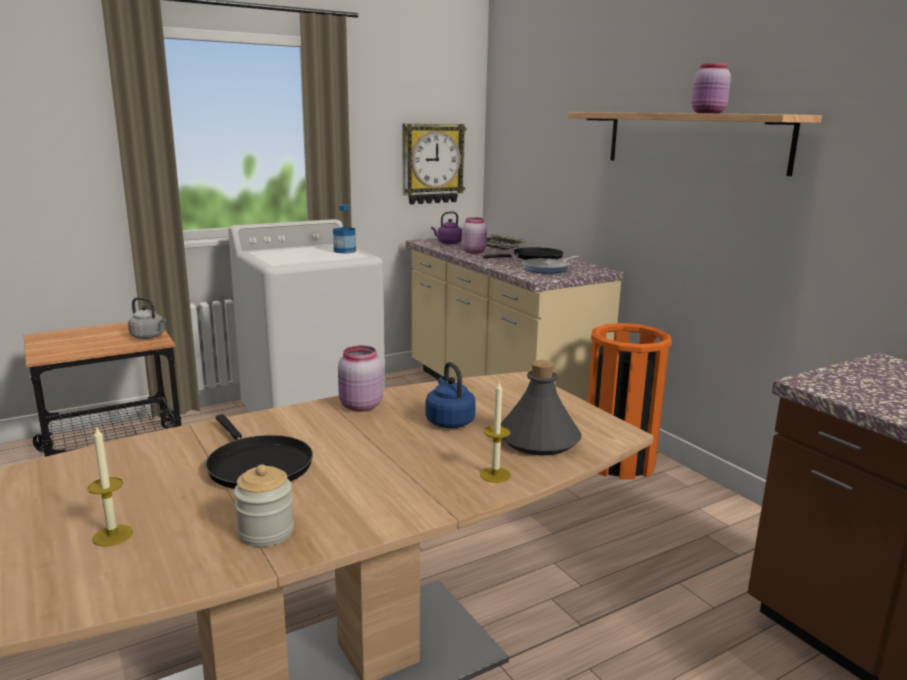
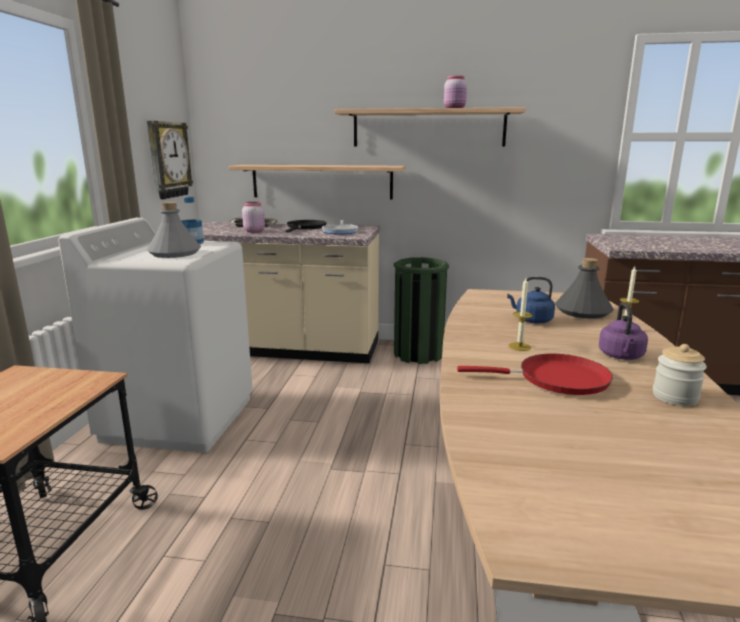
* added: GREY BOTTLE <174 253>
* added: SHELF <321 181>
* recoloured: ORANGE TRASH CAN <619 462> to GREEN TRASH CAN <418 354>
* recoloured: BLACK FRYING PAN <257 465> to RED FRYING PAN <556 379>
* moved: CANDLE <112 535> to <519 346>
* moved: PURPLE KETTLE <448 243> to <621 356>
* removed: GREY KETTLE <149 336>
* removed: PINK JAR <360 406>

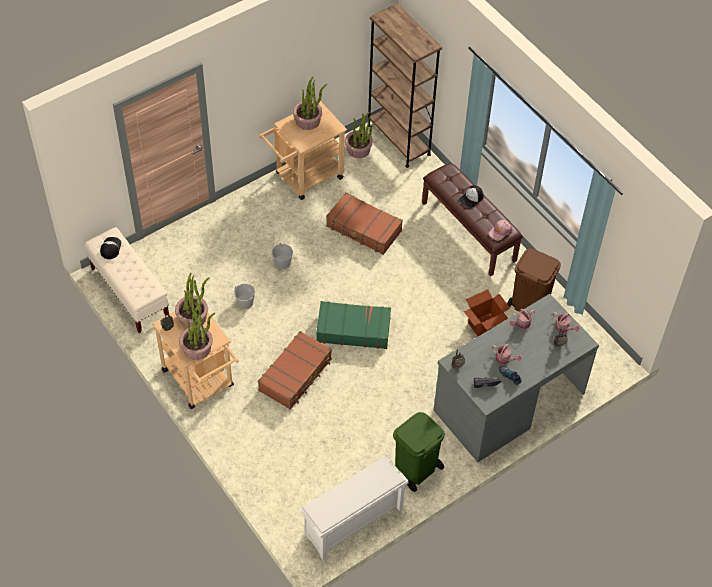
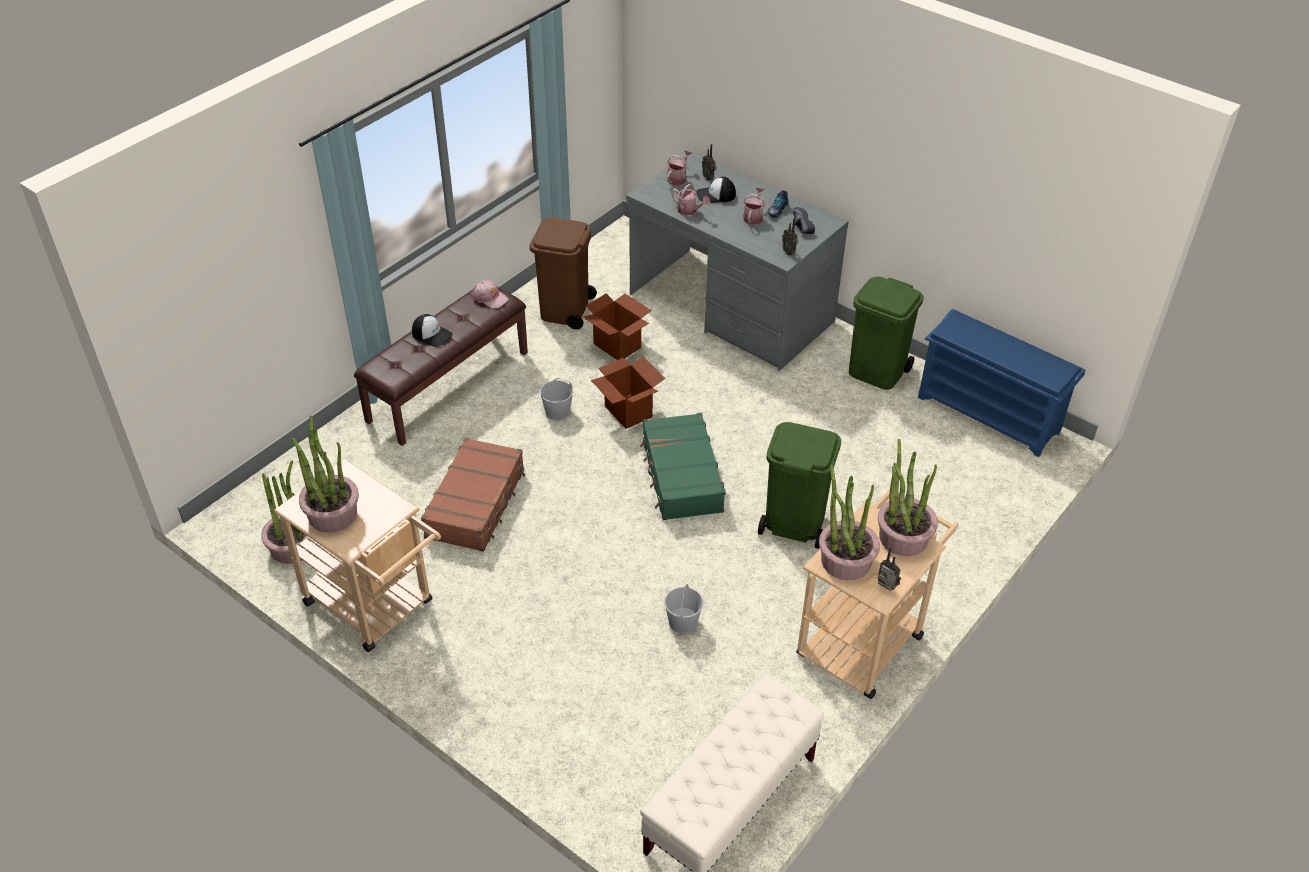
* moved: WHITE BUCKET <282 263> to <558 411>
* added: CARDBOARD BOX <628 411>
* moved: CAP <110 248> to <715 195>
* replaced: BROWN SUITCASE <296 375> to GREEN TRASH CAN <793 523>
* recoloured: WHITE SHOE RACK <353 522> to BLUE SHOE RACK <990 414>
* removed: BROWN BOOKCASE <398 140>

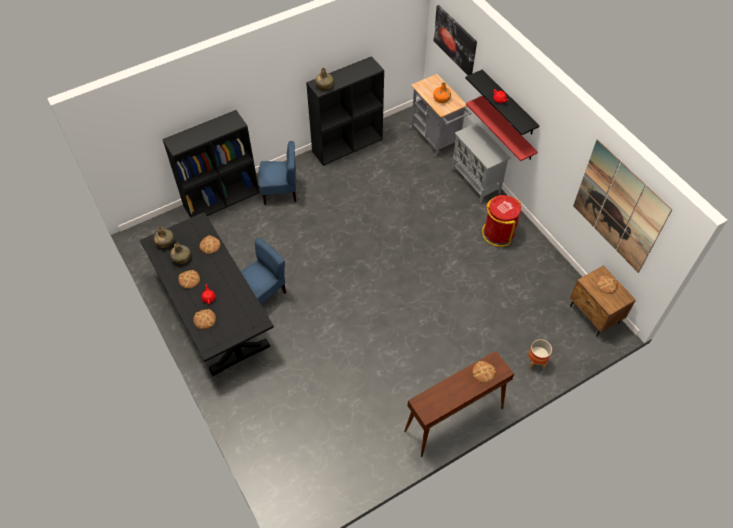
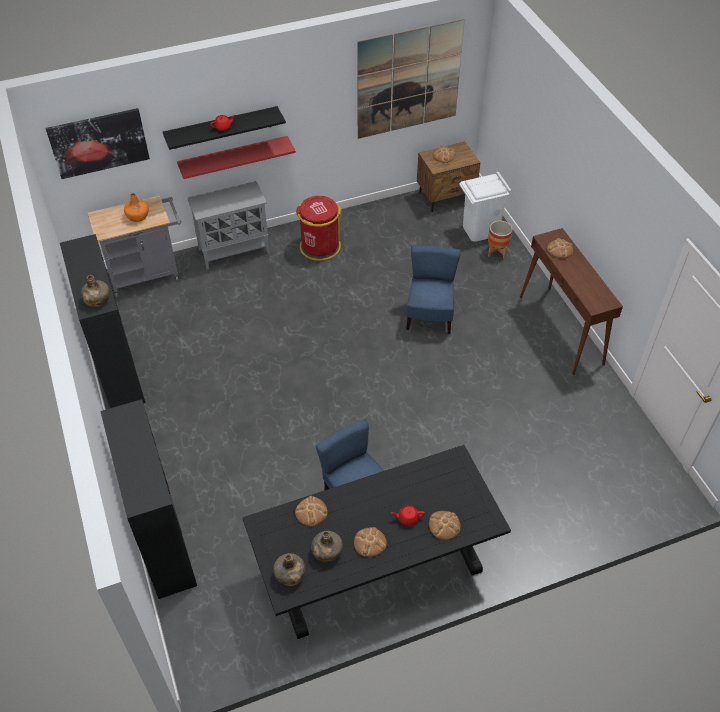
* moved: BLUE CHAIR <280 191> to <429 316>
* added: WHITE TRASH CAN <480 230>

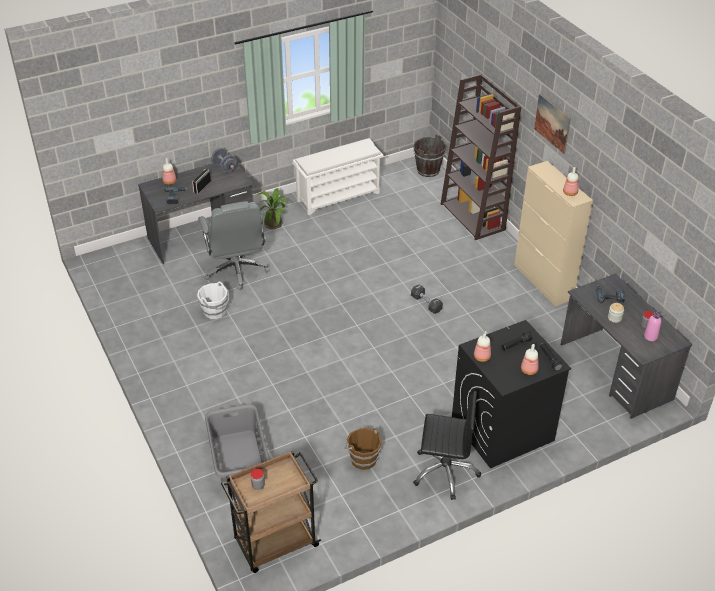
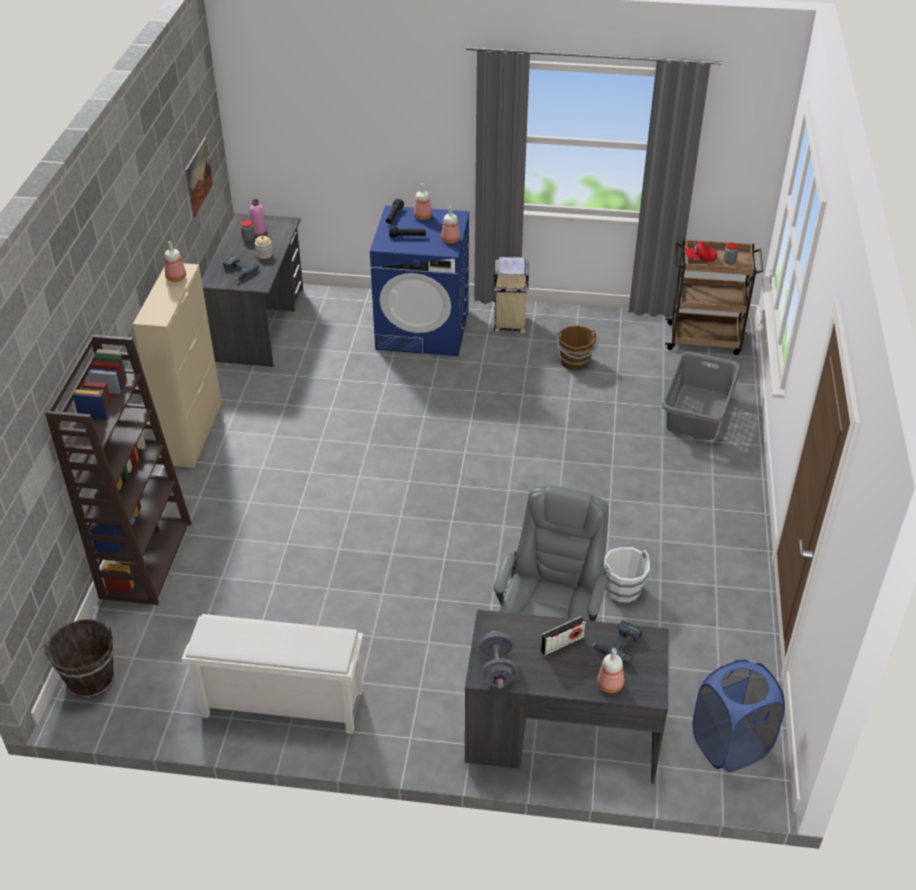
* moved: PICTURE <552 123> to <198 177>
* recoloured: BLACK WASHING MACHINE <502 430> to BLUE WASHING MACHINE <423 329>
* replaced: BLACK OFFICE CHAIR <445 471> to BEIGE TRASH CAN <509 324>
* added: RED CAP <699 258>
* added: BLUE LAUNDRY BASKET <730 745>
* removed: POTTED PLANT <274 223>
* removed: BLACK DUMBBELL <426 304>

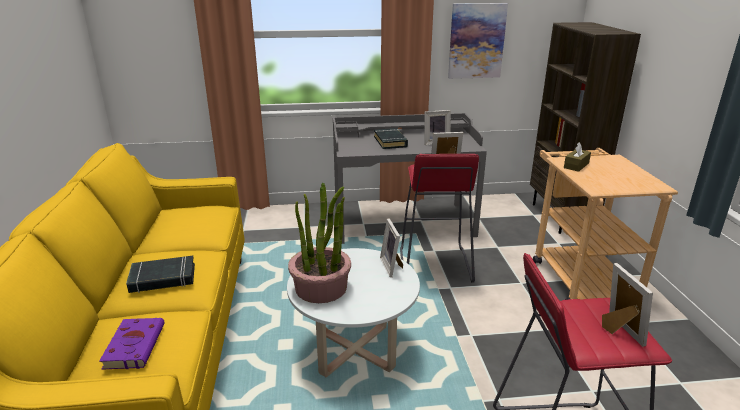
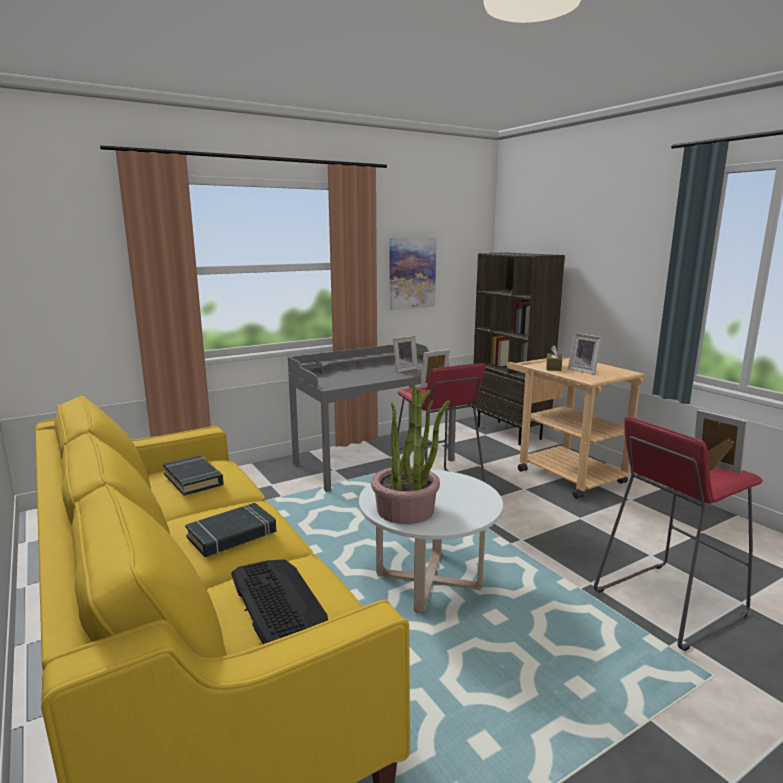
* moved: BLACK BOOK <390 141> to <193 479>
* replaced: PURPLE BOOK <135 345> to KEYBOARD <277 601>
* moved: PICTURE FRAME <392 266> to <584 371>

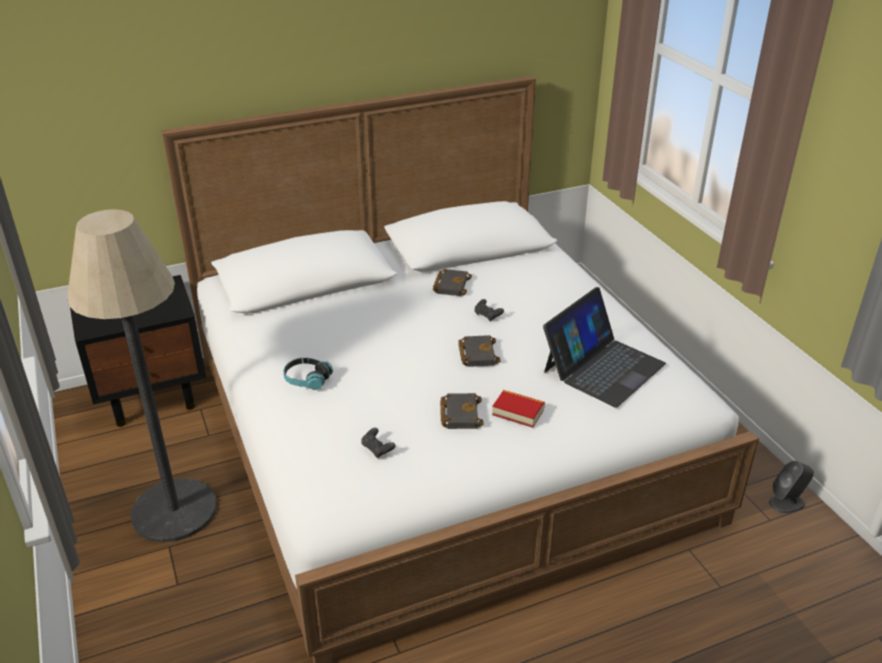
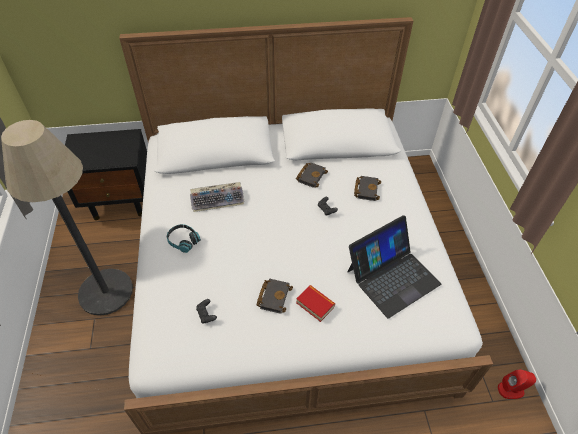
* added: KEYBOARD <218 199>
* moved: BLACK BOOK <476 354> to <366 189>
* recoloured: GREY SPEAKER <787 503> to RED SPEAKER <511 389>

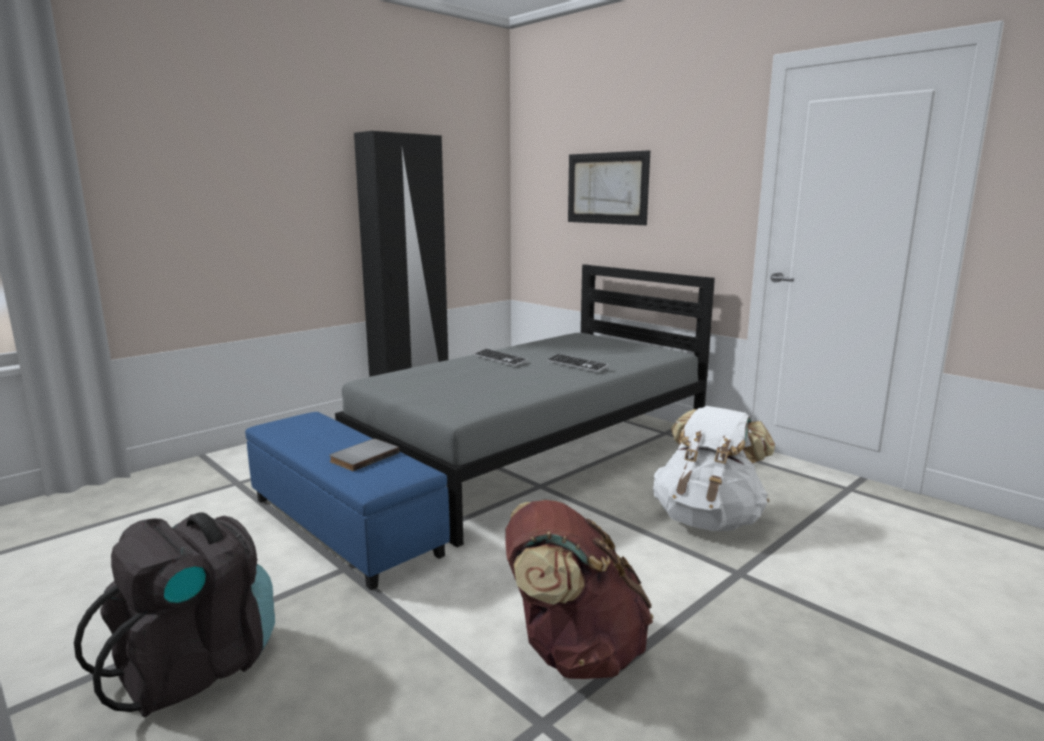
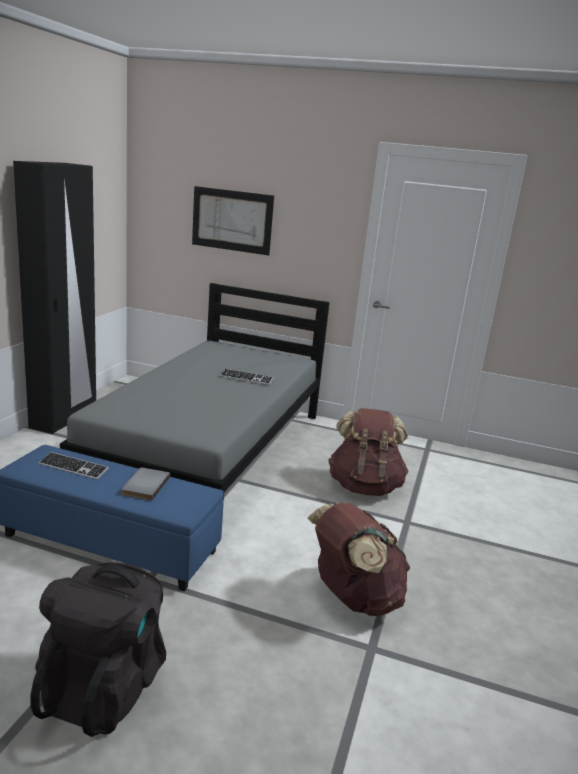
* moved: KEYBOARD <500 359> to <73 467>
* recoloured: WHITE BACKPACK <708 519> to BROWN BACKPACK <364 486>

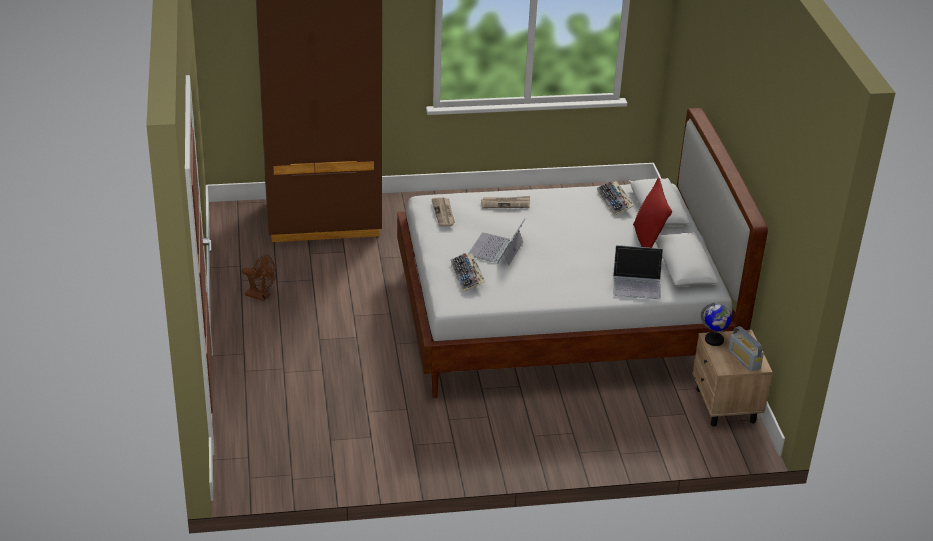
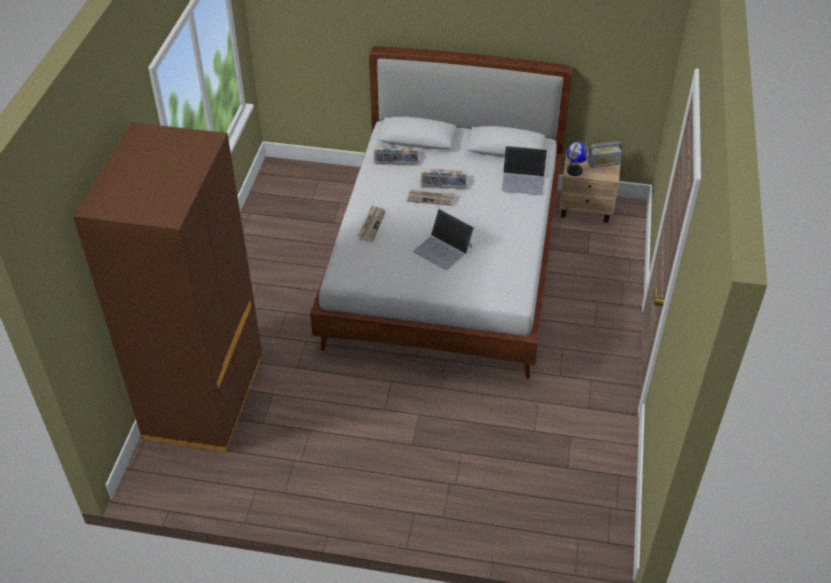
* moved: NEWSPAPER <444 213> to <431 198>
* moved: KEYBOARD <467 276> to <444 182>
* turned: LAPTOP <637 283> = <523 180> 75 degrees clockwise
* removed: BROWN FAN <261 296>
* removed: RED PILLOW <647 241>

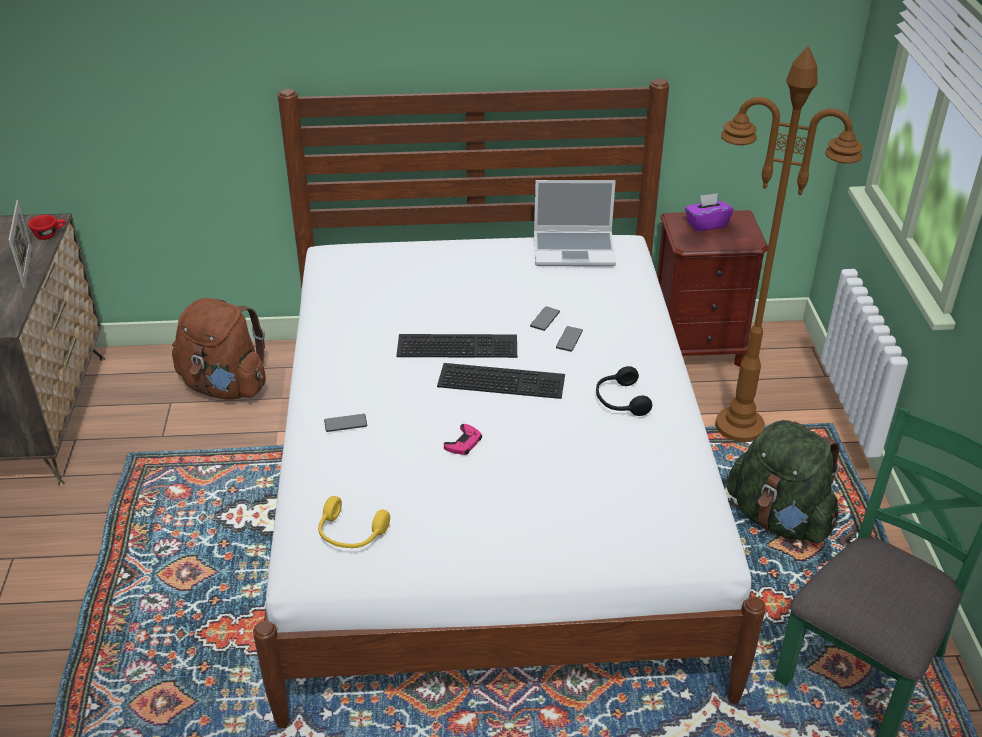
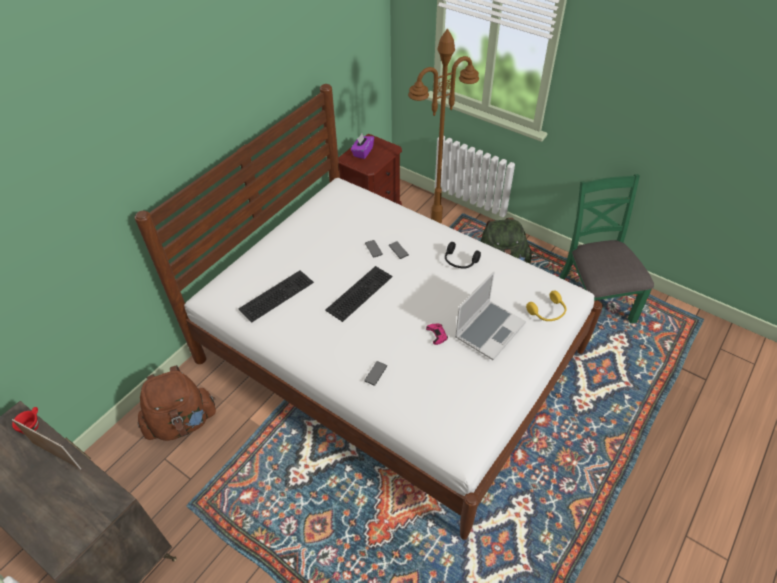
* moved: KEYBOARD <503 379> to <276 294>
* moved: LAPTOP <575 250> to <489 329>
* moved: YELLOW HEADPHONES <350 534> to <548 312>

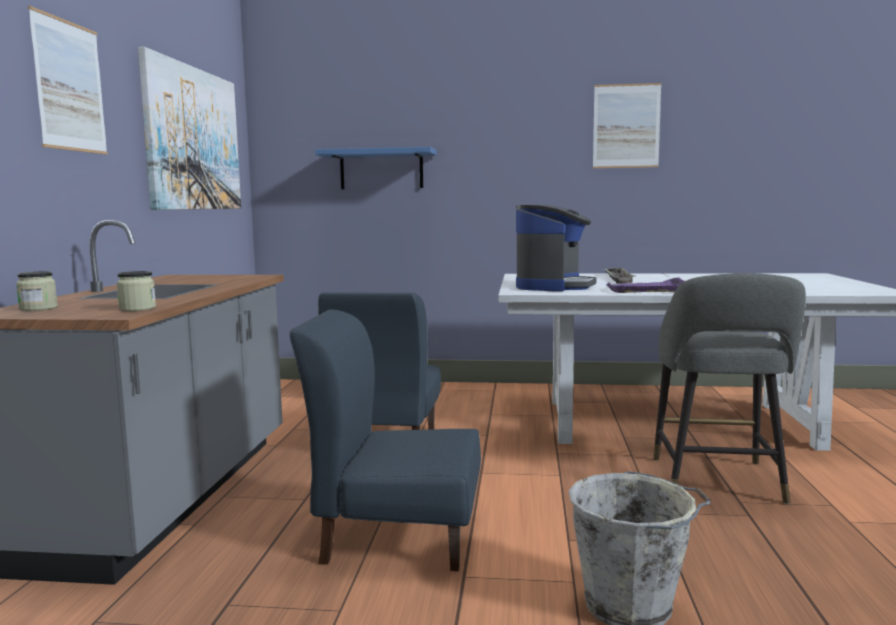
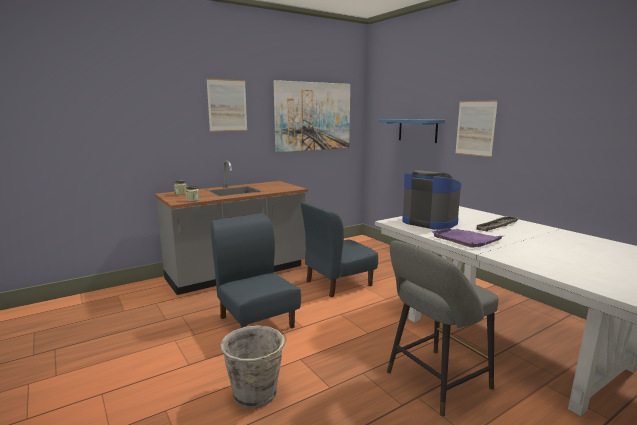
* turned: COFFEE MACHINE <554 286> = <429 222> 120 degrees counterclockwise
* moved: PICTURE <626 126> to <475 128>

